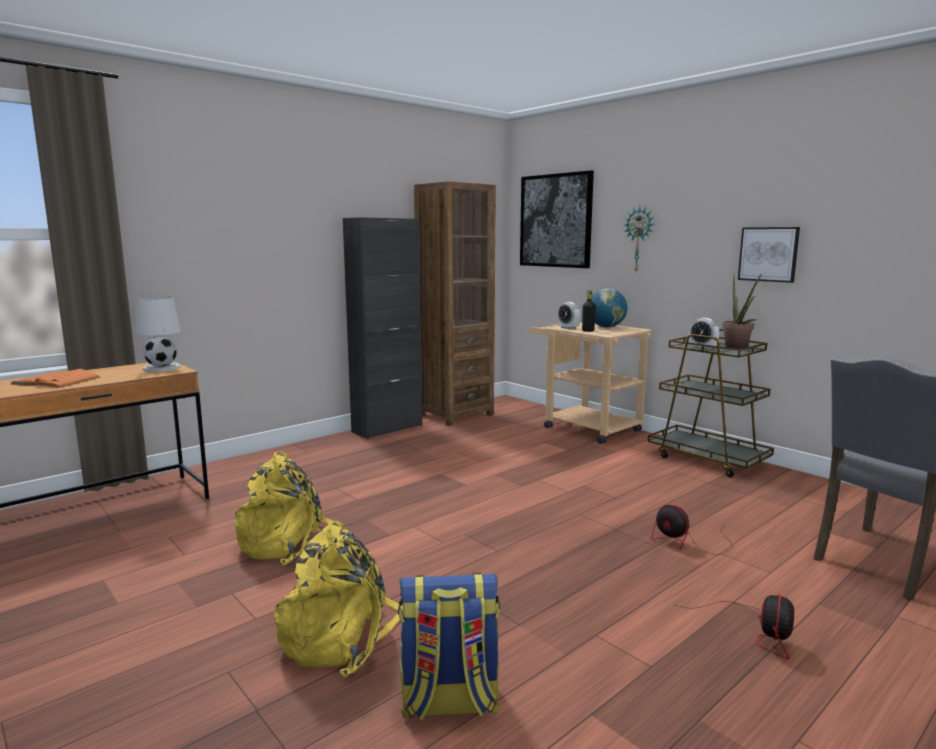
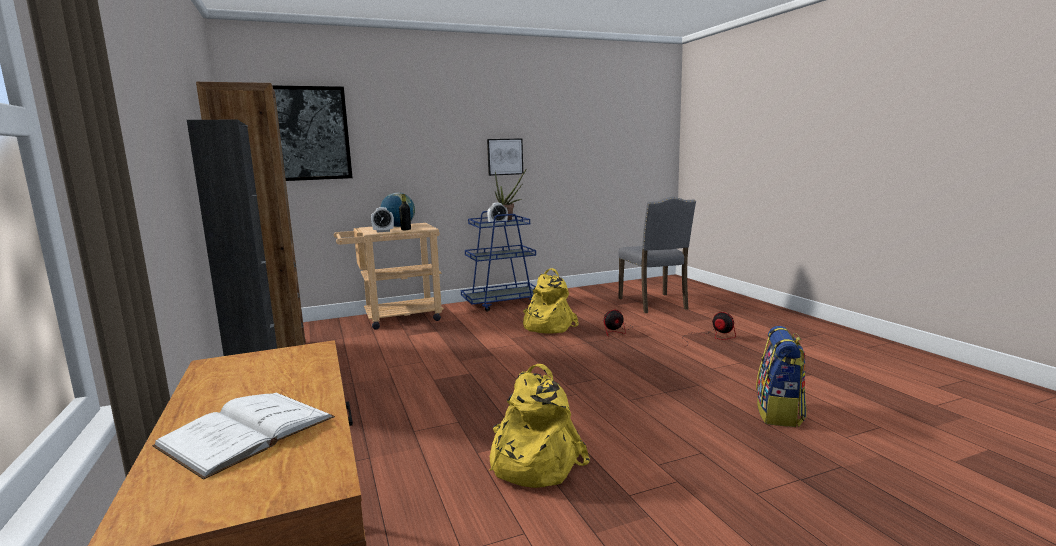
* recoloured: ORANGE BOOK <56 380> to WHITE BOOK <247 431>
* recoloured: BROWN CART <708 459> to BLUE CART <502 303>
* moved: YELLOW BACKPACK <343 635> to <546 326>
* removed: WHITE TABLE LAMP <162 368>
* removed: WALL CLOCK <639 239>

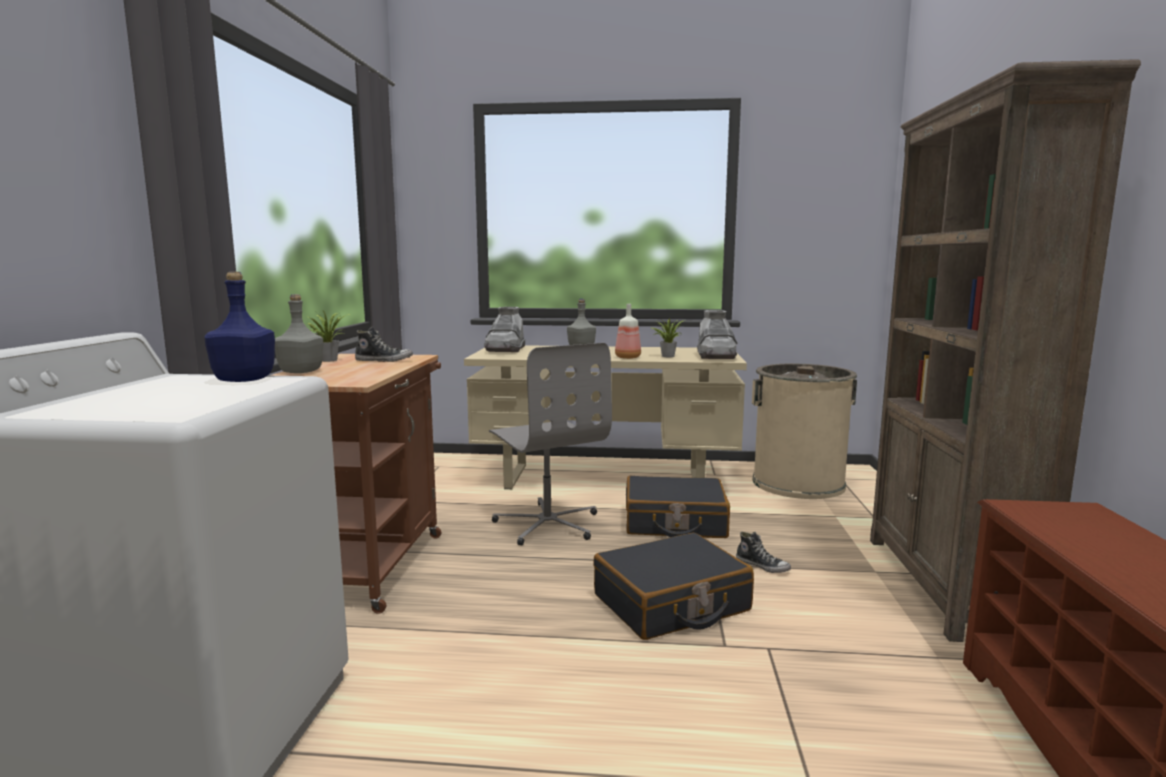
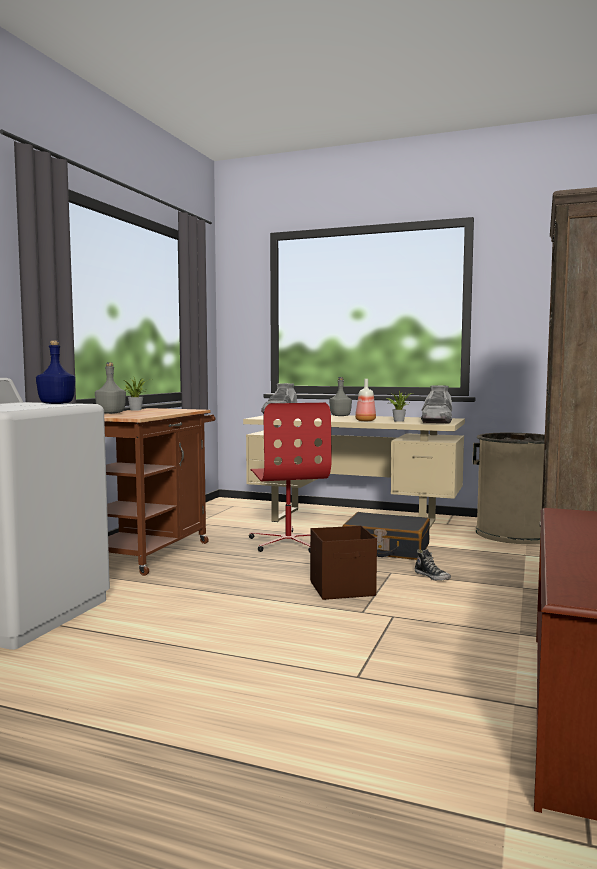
* recoloured: GREY OFFICE CHAIR <548 524> to RED OFFICE CHAIR <289 542>
* replaced: BLACK SUITCASE <671 603> to BROWN STORAGE BOX <343 589>
* removed: SHOE <384 360>

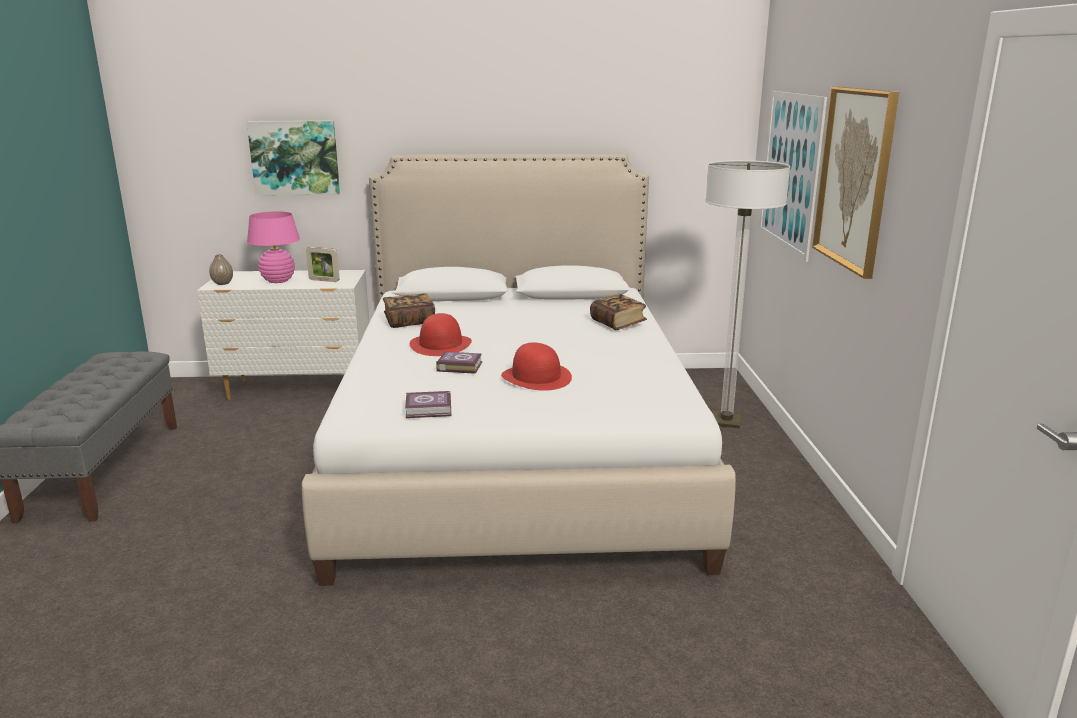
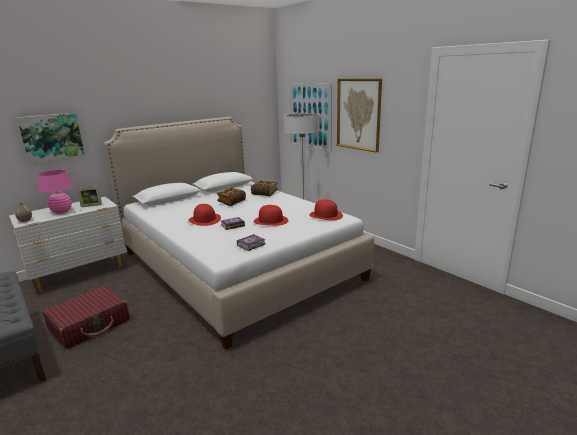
* added: RED SUITCASE <90 325>
* moved: BOOK <409 321> to <231 202>
* added: RED HAT <326 215>

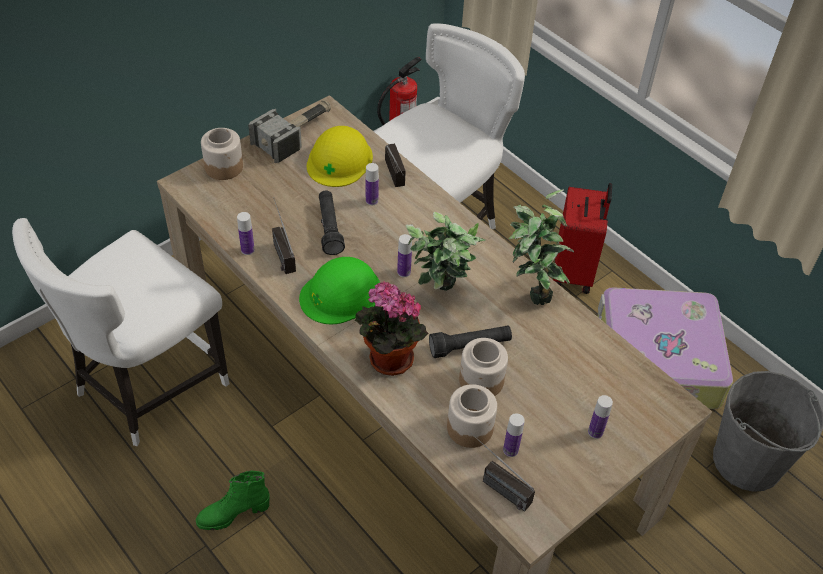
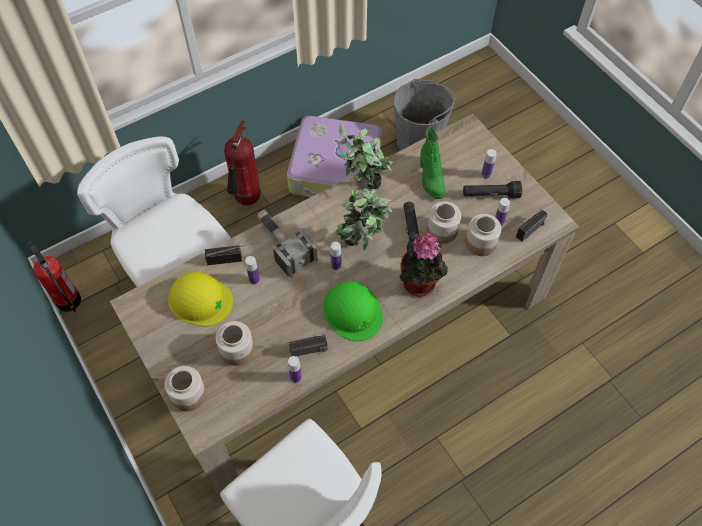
* added: JAR <237 350>
* replaced: RED SUITCASE <574 272> to FIRE EXTINGUISHER <247 200>
* moved: HAMMER <295 134> to <283 244>
* moved: GREEN BOOT <233 514> to <430 179>
* moved: BLACK FLASHLIGHT <329 228> to <490 195>

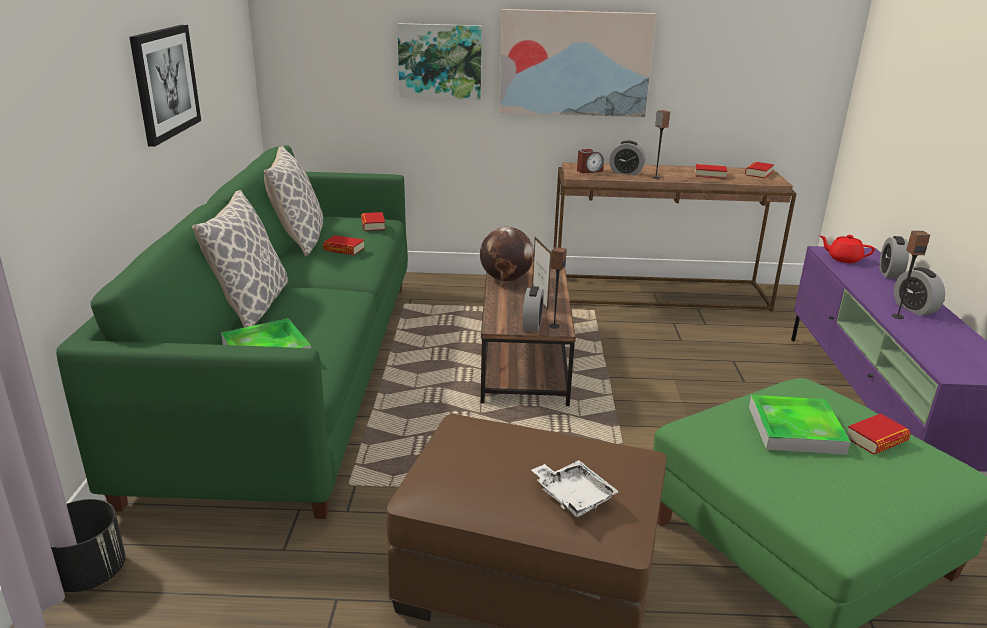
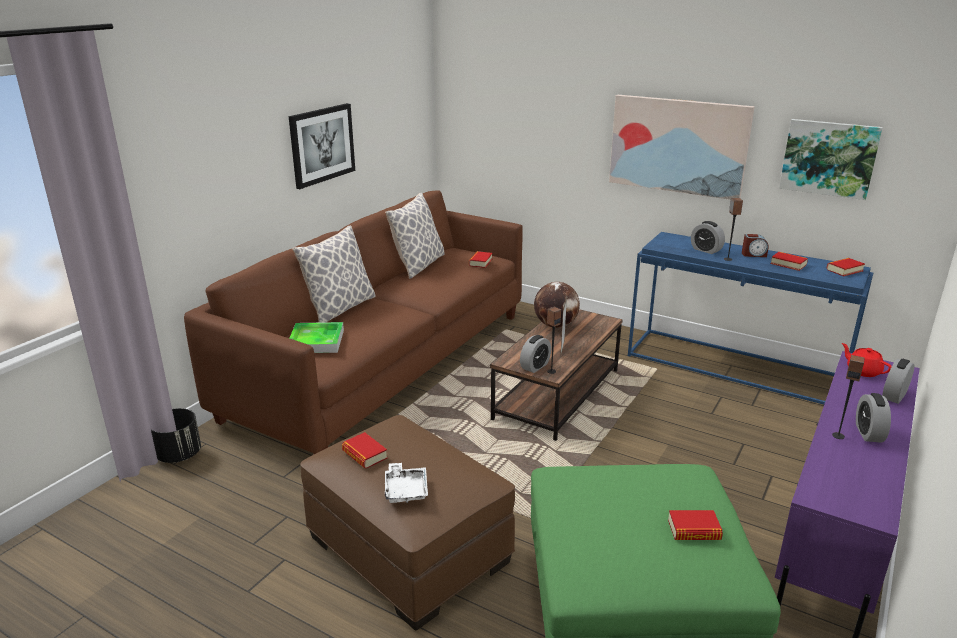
* recoloured: GREEN SOFA <292 373> to BROWN SOFA <383 363>
* moved: BOOK <344 249> to <364 454>
* recoloured: BROWN CONSOLE TABLE <659 293> to BLUE CONSOLE TABLE <735 367>
* moved: ALARM CLOCK <589 171> to <753 254>
* moved: PICTURE <440 61> to <829 158>
* removed: TRAY <795 429>

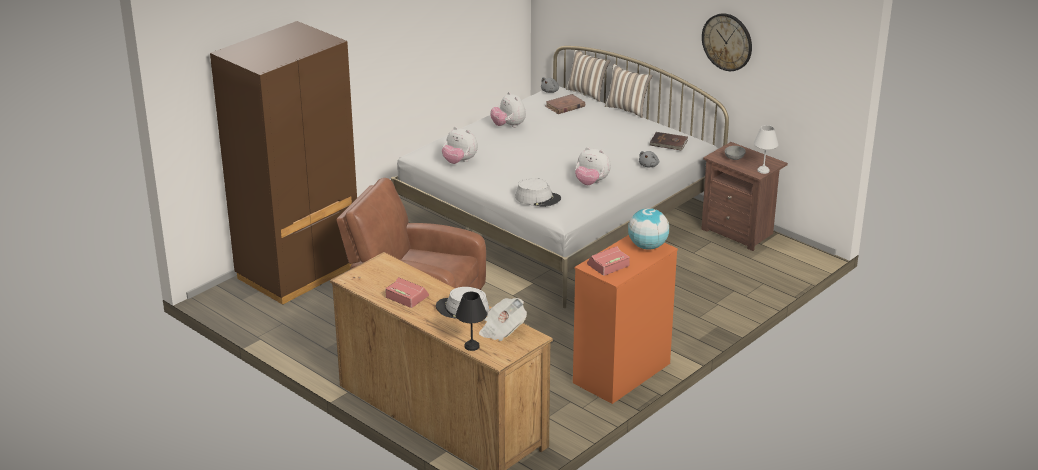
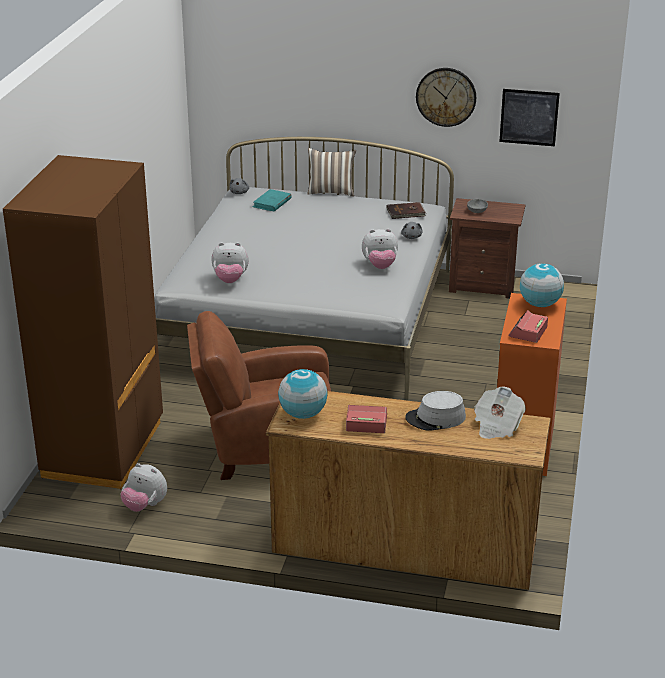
* moved: PLUSH TOY <508 126> to <145 506>
* recoloured: BROWN BOOK <565 106> to TURQUOISE BOOK <272 203>
* added: GLOBE <303 414>
* added: PICTURE <529 117>
* removed: BLACK TABLE LAMP <471 346>
* removed: GREY HAT <538 198>
* removed: PILLOW <587 93>
* removed: WHITE TABLE LAMP <763 170>

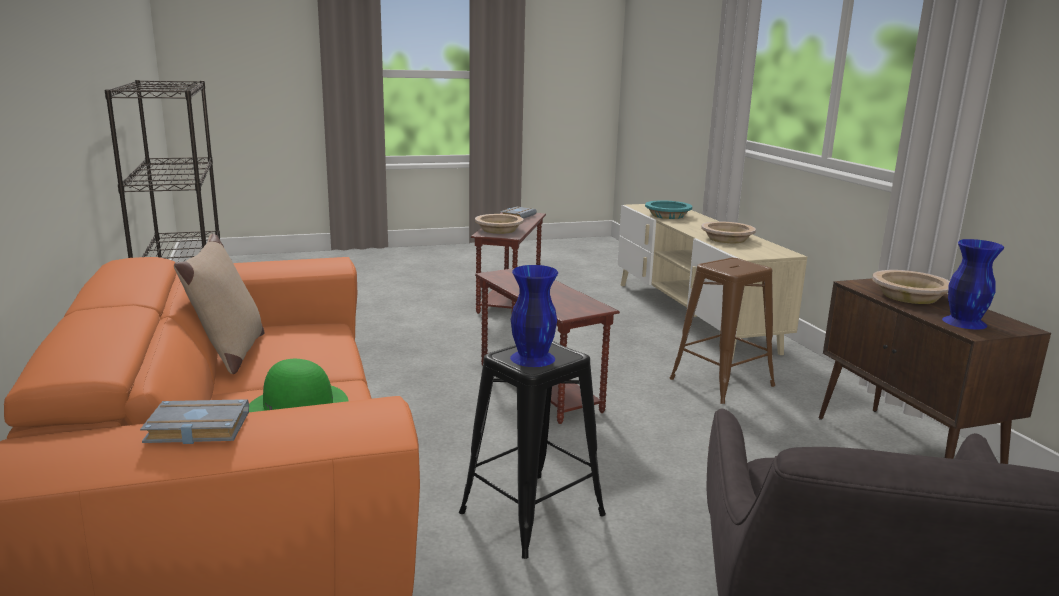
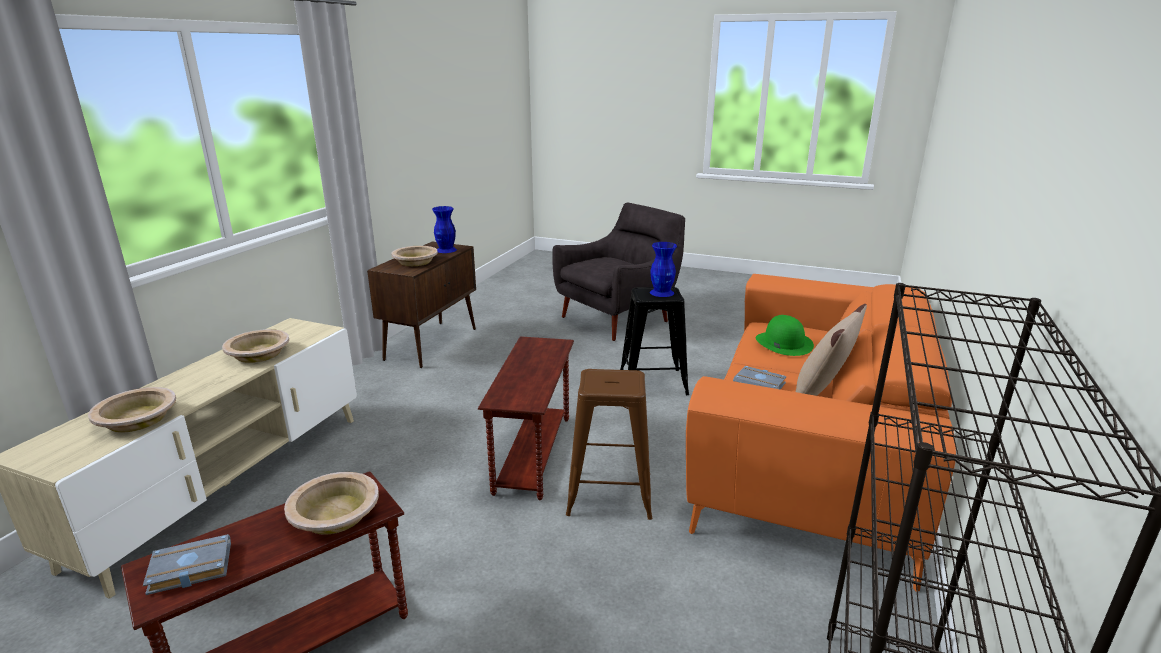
* recoloured: TURQUOISE BOWL <667 215> to BEIGE BOWL <137 419>
* moved: BROWN STOOL <721 382> to <609 494>
* moved: GREY BOOK <195 429> to <760 384>

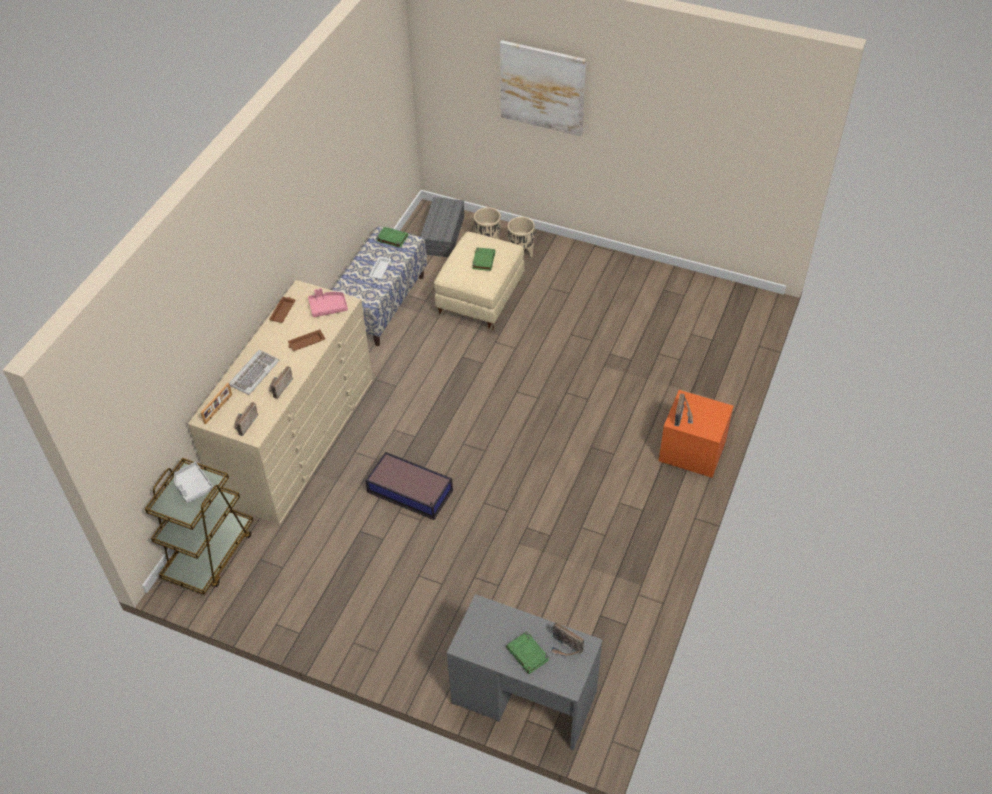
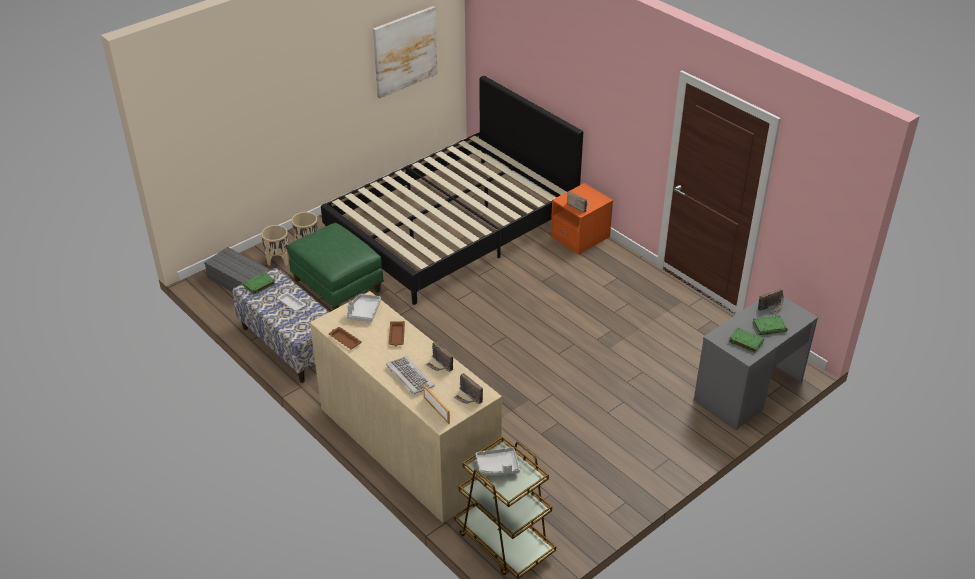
* recoloured: BEIGE OTTOMAN <481 298> to GREEN OTTOMAN <338 285>
* added: BLACK BED <453 227>
* recoloured: PINK TRAY <328 307> to GREY TRAY <363 312>
* moved: PICTURE <542 88> to <405 51>
* moved: GREEN BOOK <483 260> to <745 341>
* removed: STORAGE BOX <410 492>

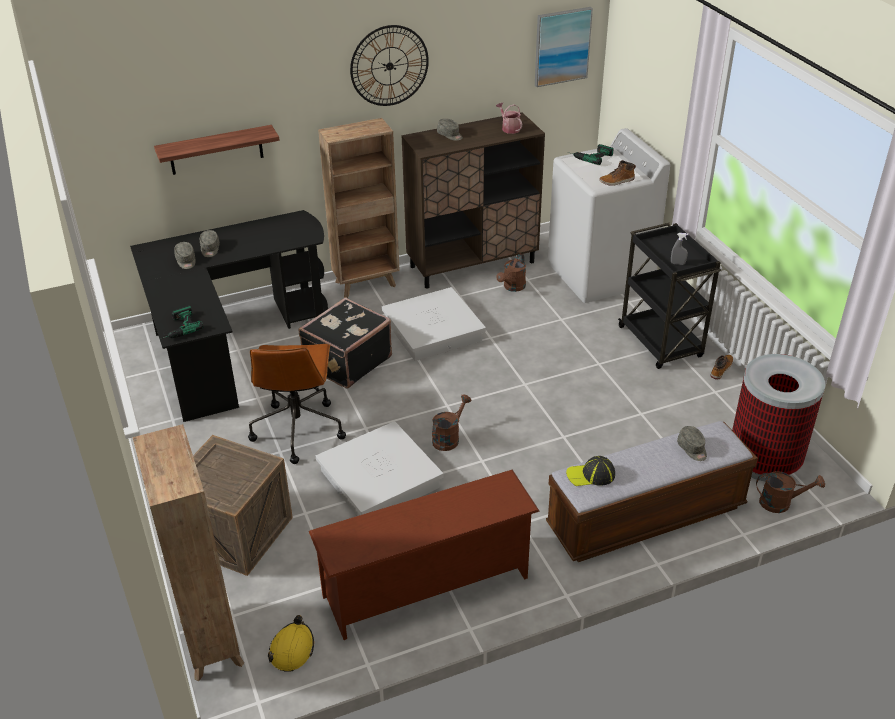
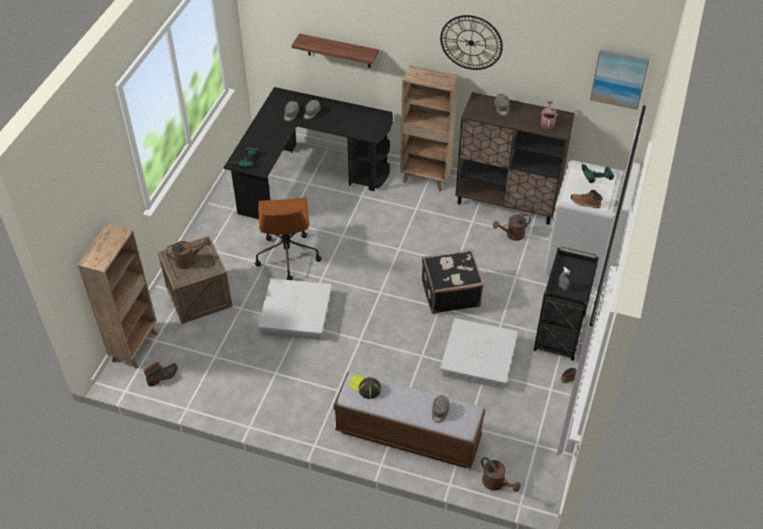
* replaced: YELLOW HARD HAT <292 649> to BOOT <163 376>
* moved: BROWN WATERING CAN <448 438> to <188 260>
* turned: BROWN OFFICE CHAIR <298 429> = <287 255> 45 degrees counterclockwise
* moved: BLACK SUITCASE <346 361> to <450 293>
* moved: WHITE STORAGE BOX <432 331> to <478 358>
* removed: BROWN SHOE RACK <427 588>
* removed: TRASH CAN <764 461>

